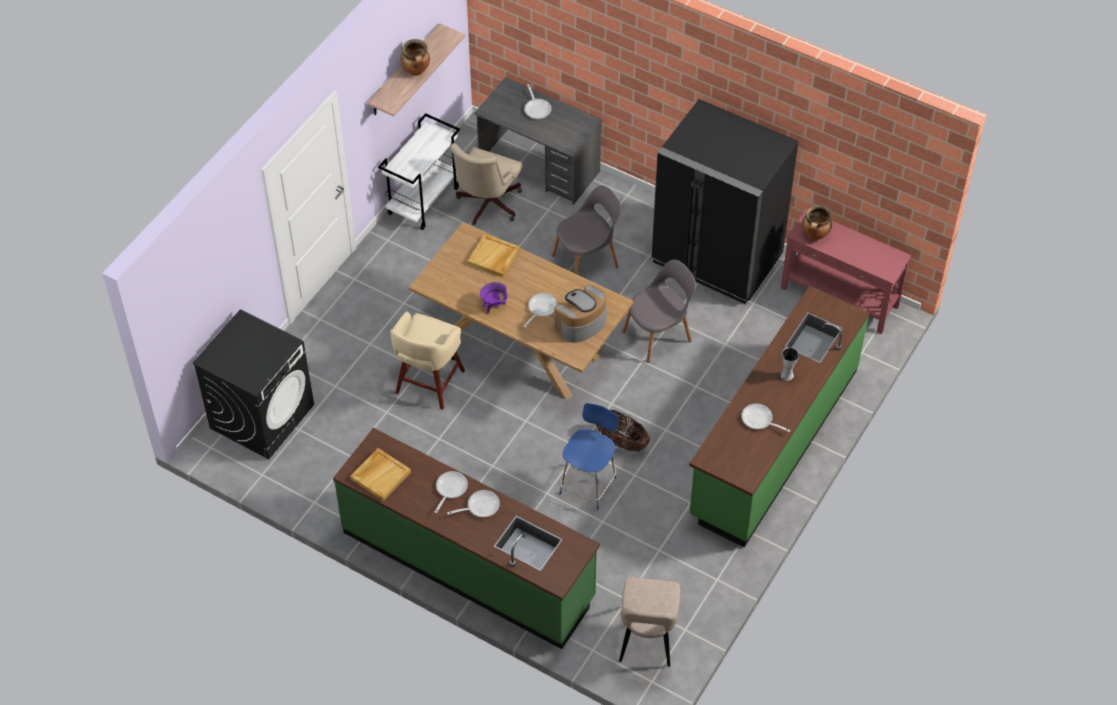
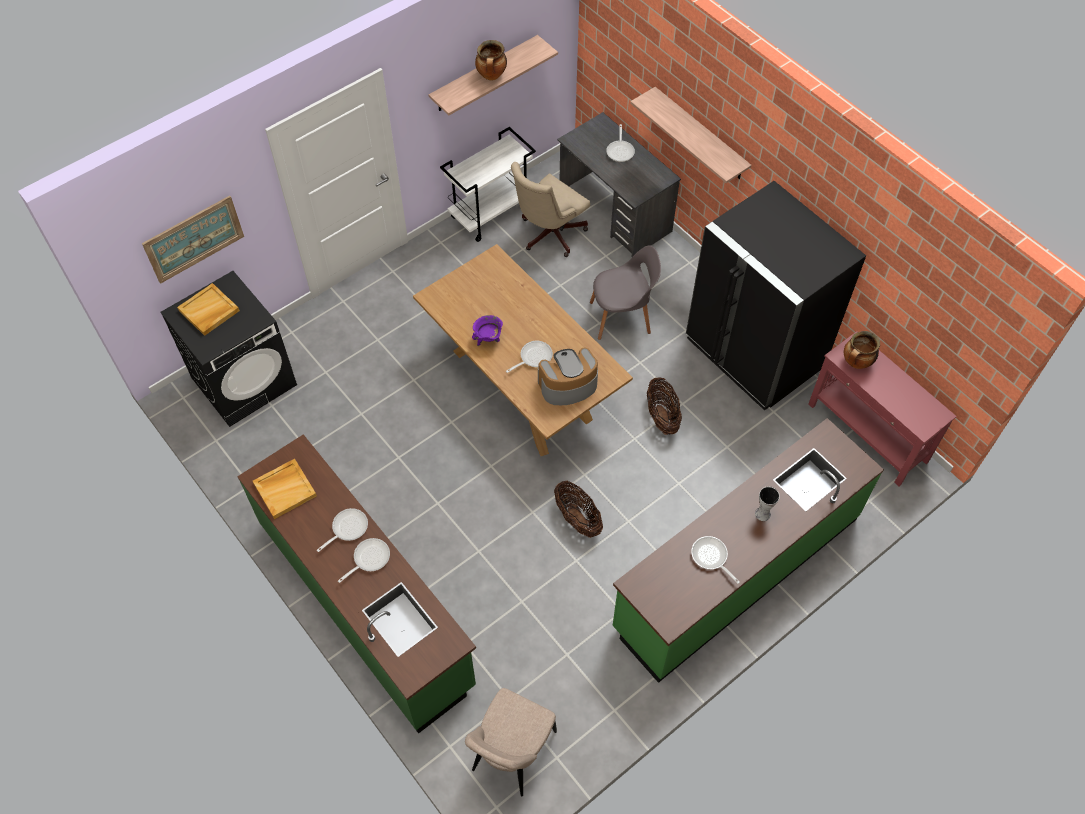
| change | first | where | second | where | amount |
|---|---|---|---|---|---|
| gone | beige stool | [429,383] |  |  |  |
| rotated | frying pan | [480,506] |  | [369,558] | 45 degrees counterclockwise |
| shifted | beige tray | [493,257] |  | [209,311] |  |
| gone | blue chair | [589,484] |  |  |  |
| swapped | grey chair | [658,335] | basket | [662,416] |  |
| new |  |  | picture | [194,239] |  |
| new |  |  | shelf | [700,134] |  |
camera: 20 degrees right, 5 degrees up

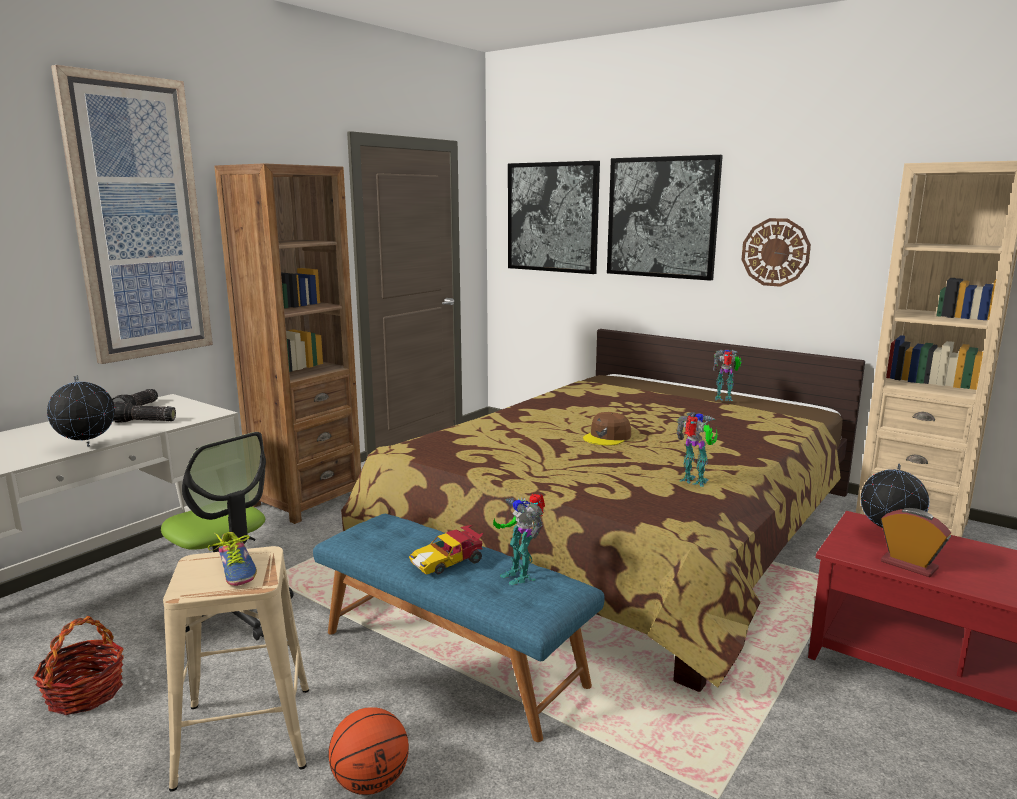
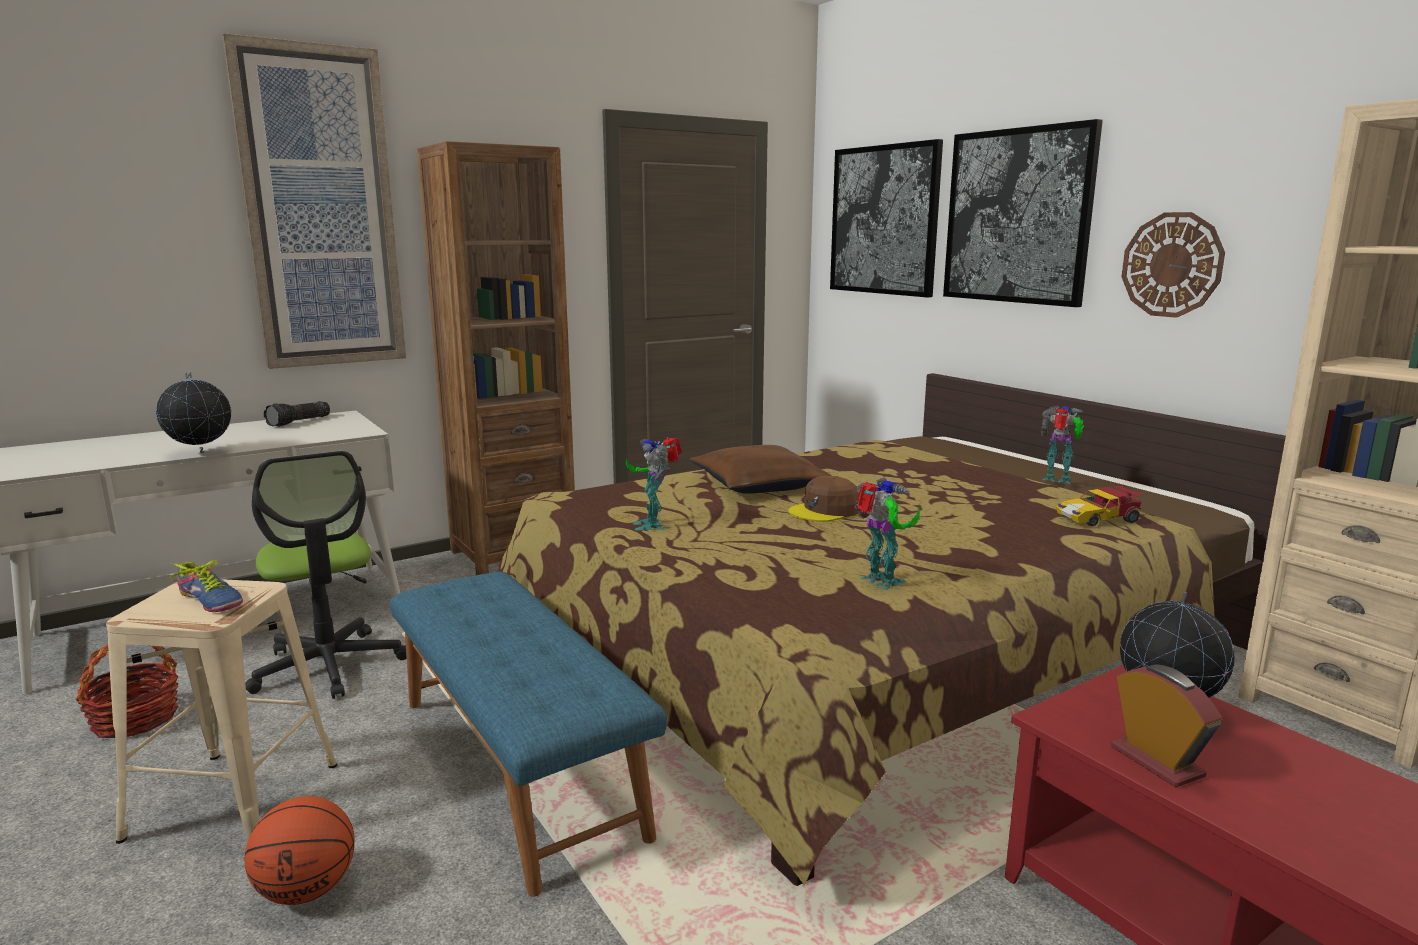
| change | first | where | second | where | amount |
|---|---|---|---|---|---|
| gone | flashlight | [142,422] |  |  |  |
| rotated | shoe | [234,571] |  | [208,602] | 45 degrees counterclockwise |
| shifted | toy car | [448,562] |  | [1099,519] |  |
| shifted | toy robot | [520,574] |  | [653,524] |  |
| new |  |  | brown pillow | [759,485] |  |
camera: 20 degrees right, 0 degrees up

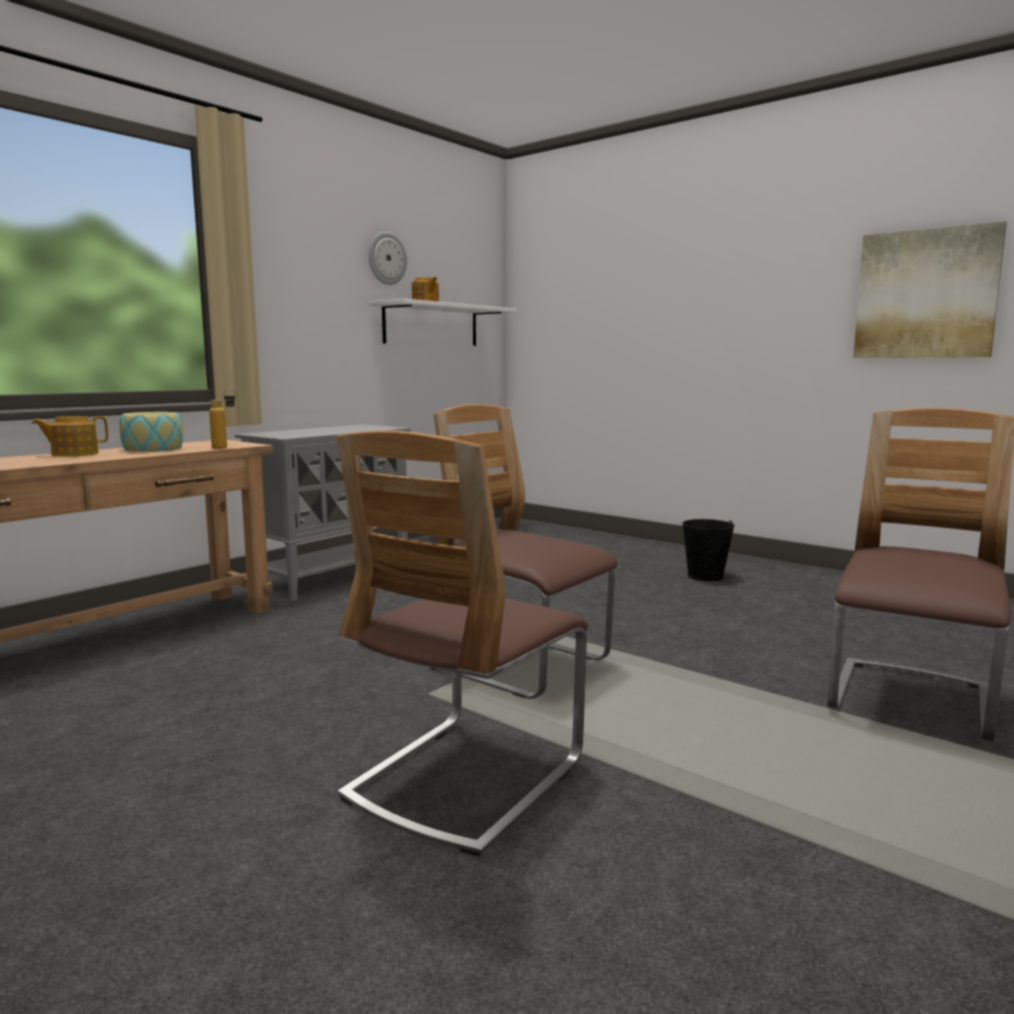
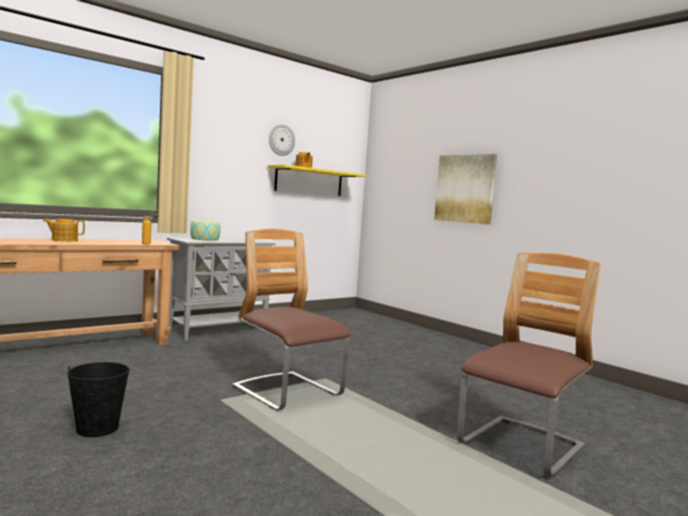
| change | first | where | second | where | amount |
|---|---|---|---|---|---|
| shifted | bowl | [153,449] |  | [205,239] |  |
| gone | chair | [465,779] |  |  |  |
| repainted | white shelf | [431,325] | yellow shelf | [309,181] |  |
| shifted | black bucket | [705,576] |  | [97,428] |  |
| shifted | picture | [926,294] |  | [465,188] |  |
camera: 10 degrees right, 5 degrees down

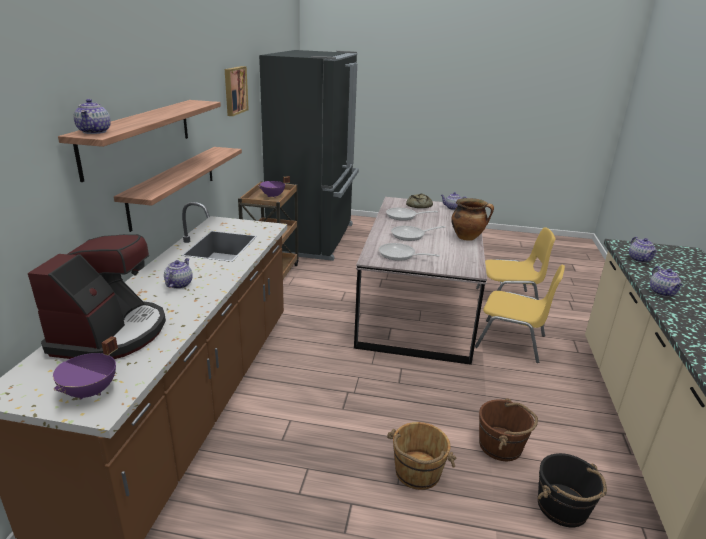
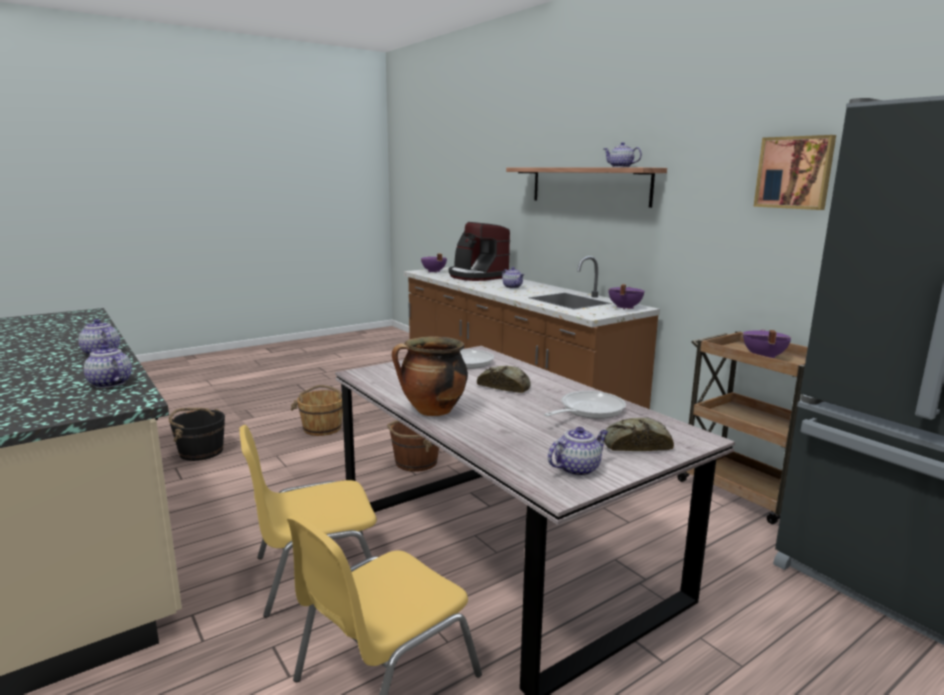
| change | first | where | second | where | amount |
|---|---|---|---|---|---|
| shifted | teapot | [95,131] |  | [621,167] |  |
| gone | shelf | [174,185] |  |  |  |
| swapped | frying pan | [411,235] | bread | [505,386] |  |
| shifted | brown bucket | [501,446] |  | [415,462] |  |
| new |  |  | purple cooking pot | [624,308] |  |
camera: 135 degrees right, 10 degrees down

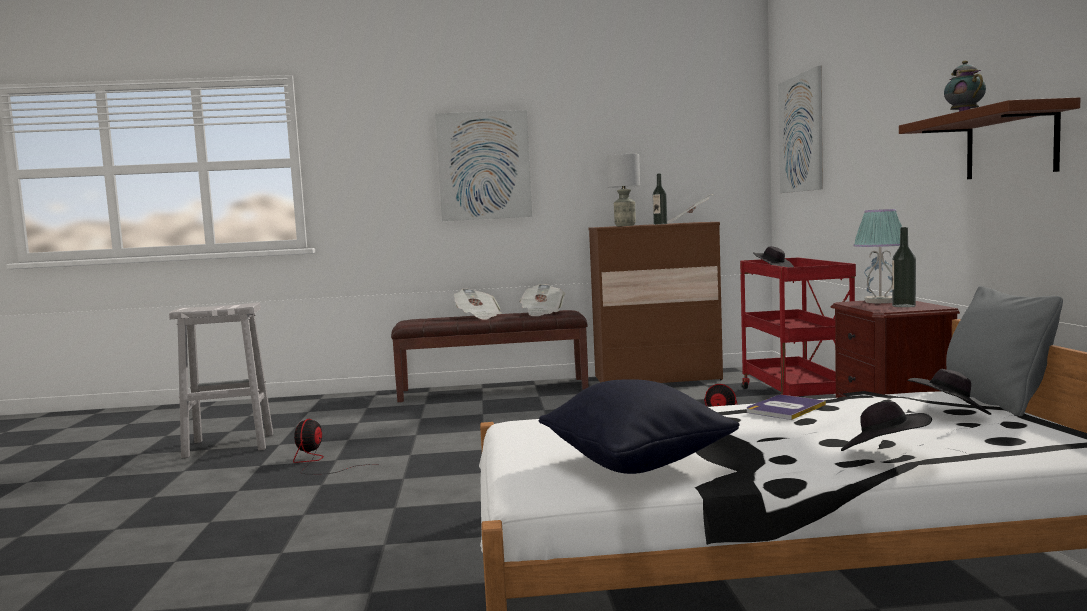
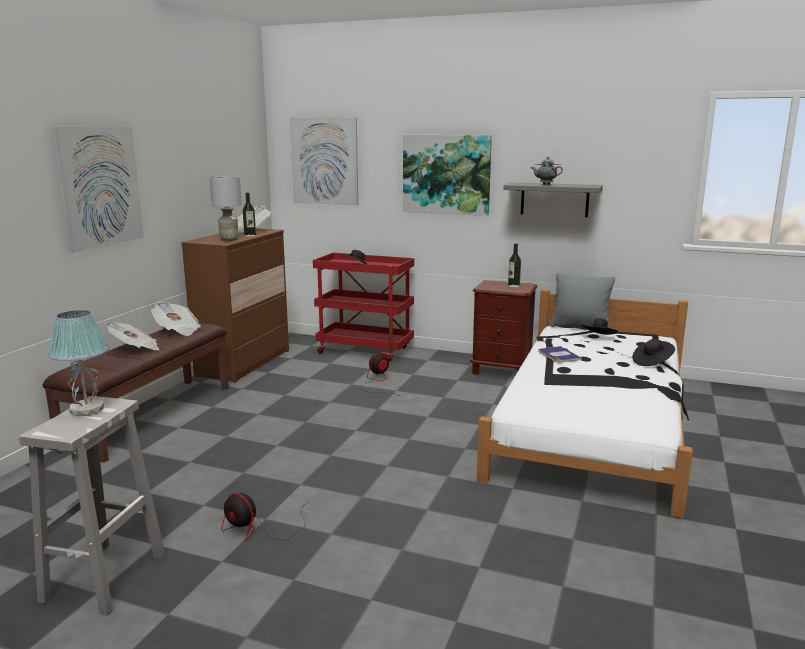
| change | first | where | second | where | amount |
|---|---|---|---|---|---|
| gone | black pillow | [636,464] |  |  |  |
| shifted | table lamp | [880,301] |  | [87,409] |  |
| repainted | brown shelf | [1010,143] | grey shelf | [554,199] |  |
| new |  |  | picture | [446,174] |  |
camera: 65 degrees left, 10 degrees up

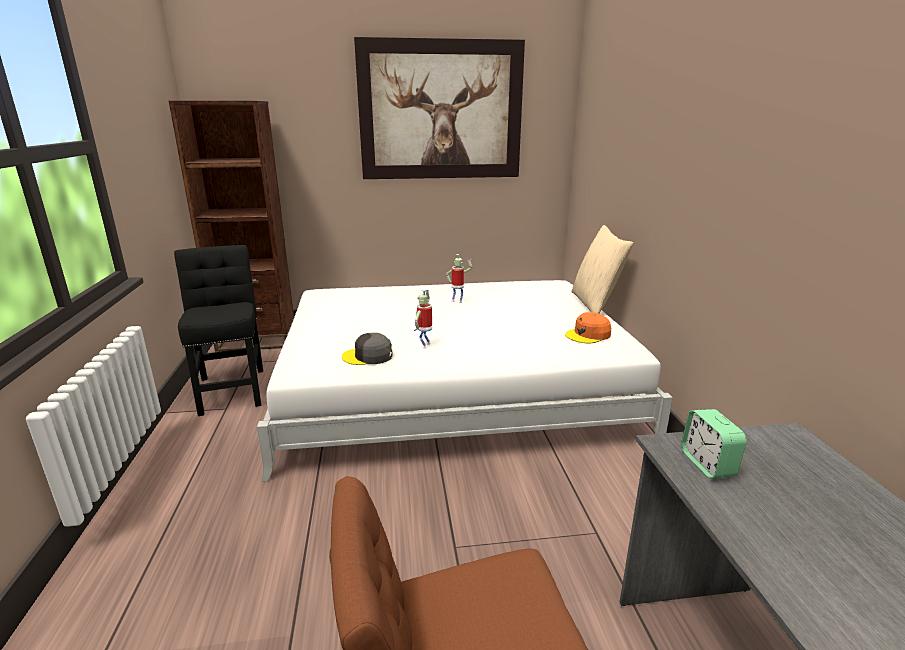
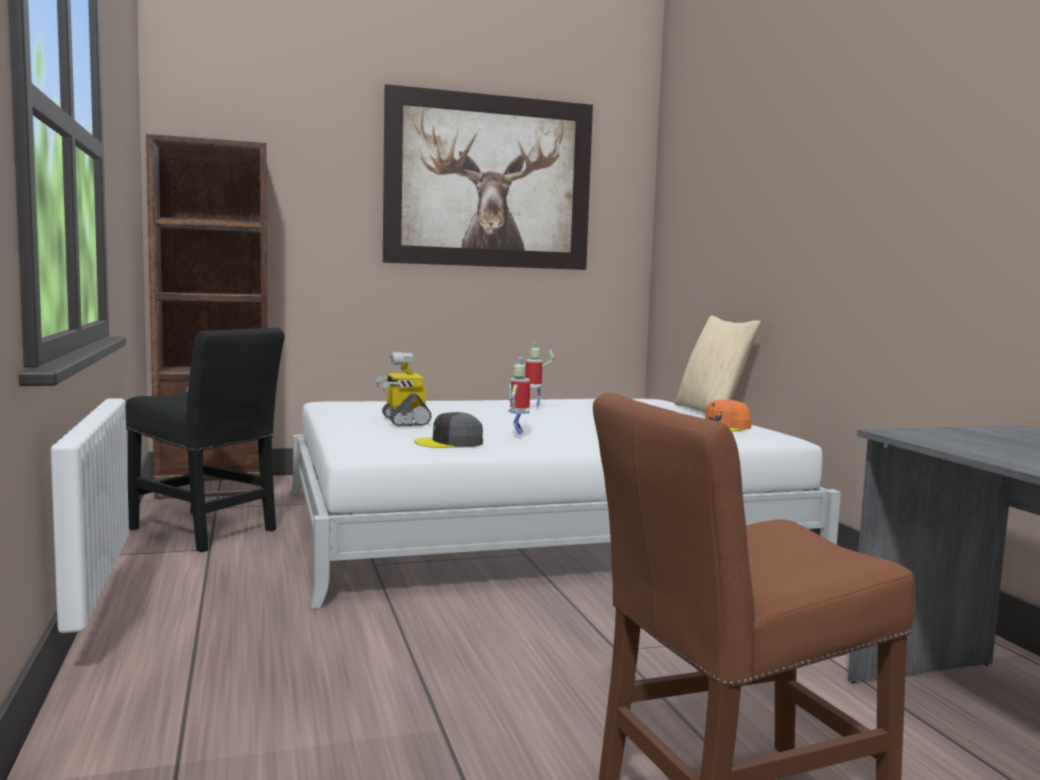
| change | first | where | second | where | amount |
|---|---|---|---|---|---|
| rotated | black chair | [232,389] |  | [206,531] | 150 degrees clockwise |
| gone | alarm clock | [707,464] |  |  |  |
| new |  |  | toy robot | [404,421] |  |
camera: 10 degrees left, 15 degrees down

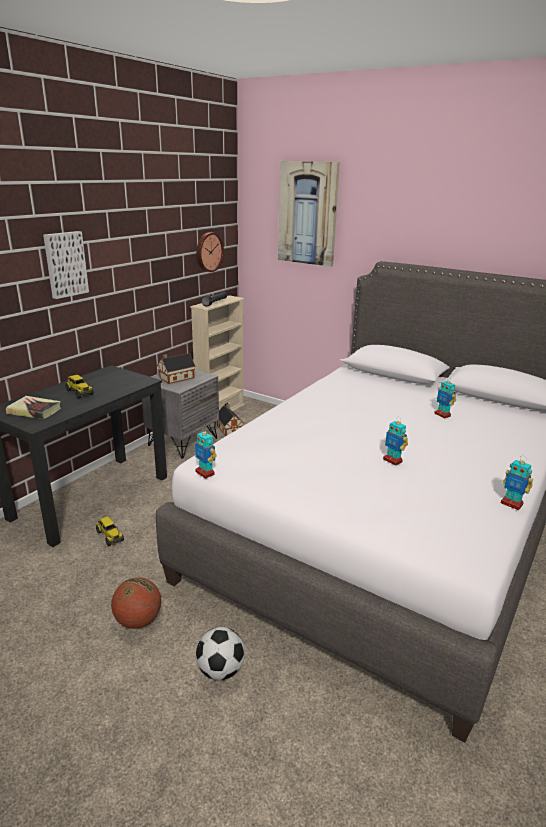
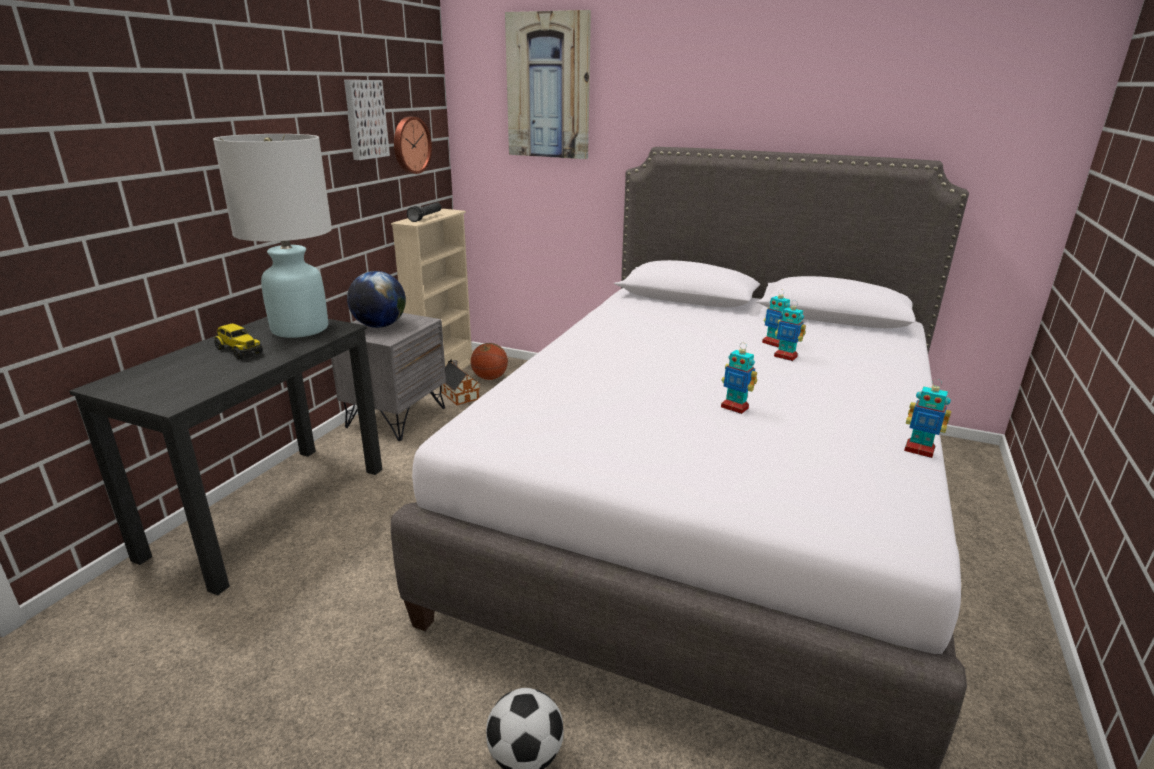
| change | first | where | second | where | amount |
|---|---|---|---|---|---|
| gone | book | [34,411] |  |  |  |
| shifted | picture | [65,264] |  | [365,119] |  |
| gone | toy truck | [110,536] |  |  |  |
| shifted | basketball | [138,620] |  | [490,378] |  |
| swapped | toy house | [175,378] | globe | [379,326] |  |
| shifted | toy robot | [205,473] |  | [785,356] |  |
| new |  |  | white table lamp | [299,329] |  |
camera: 10 degrees left, 0 degrees up

